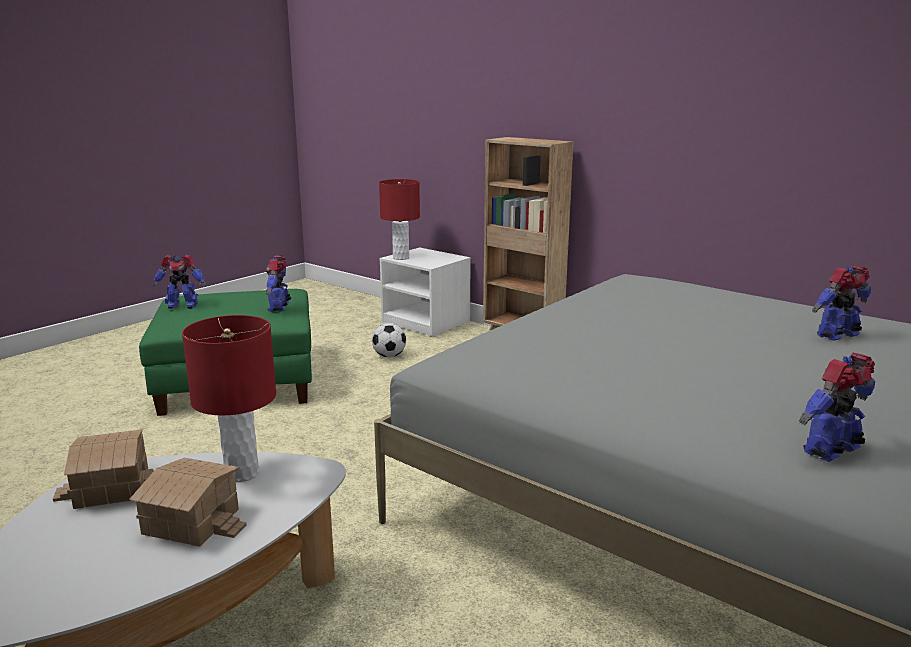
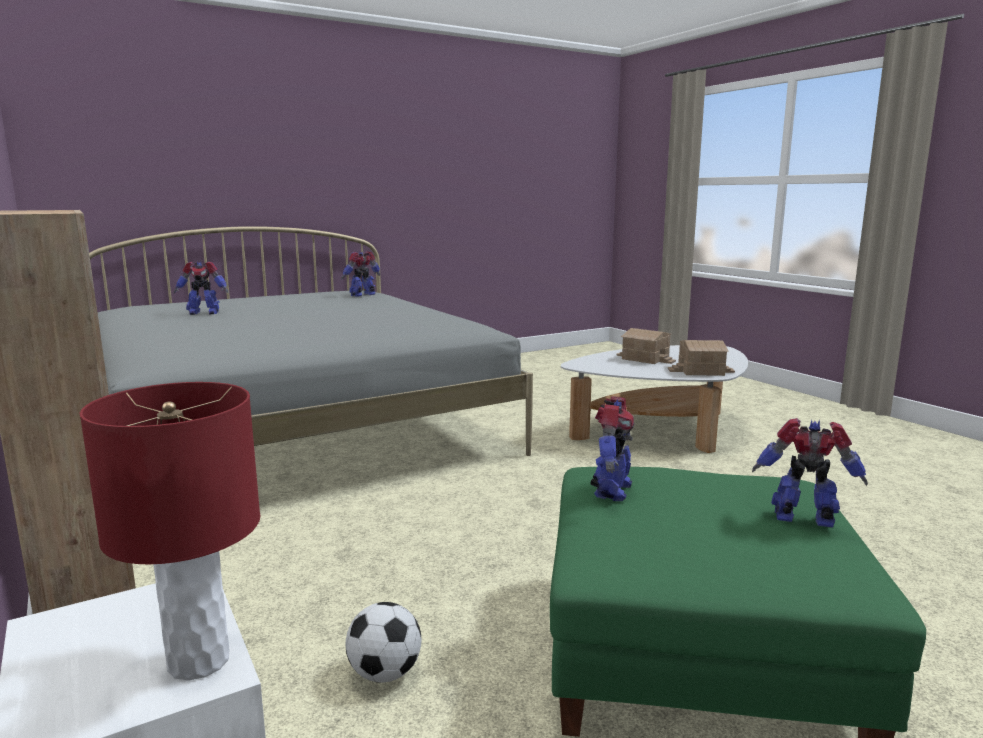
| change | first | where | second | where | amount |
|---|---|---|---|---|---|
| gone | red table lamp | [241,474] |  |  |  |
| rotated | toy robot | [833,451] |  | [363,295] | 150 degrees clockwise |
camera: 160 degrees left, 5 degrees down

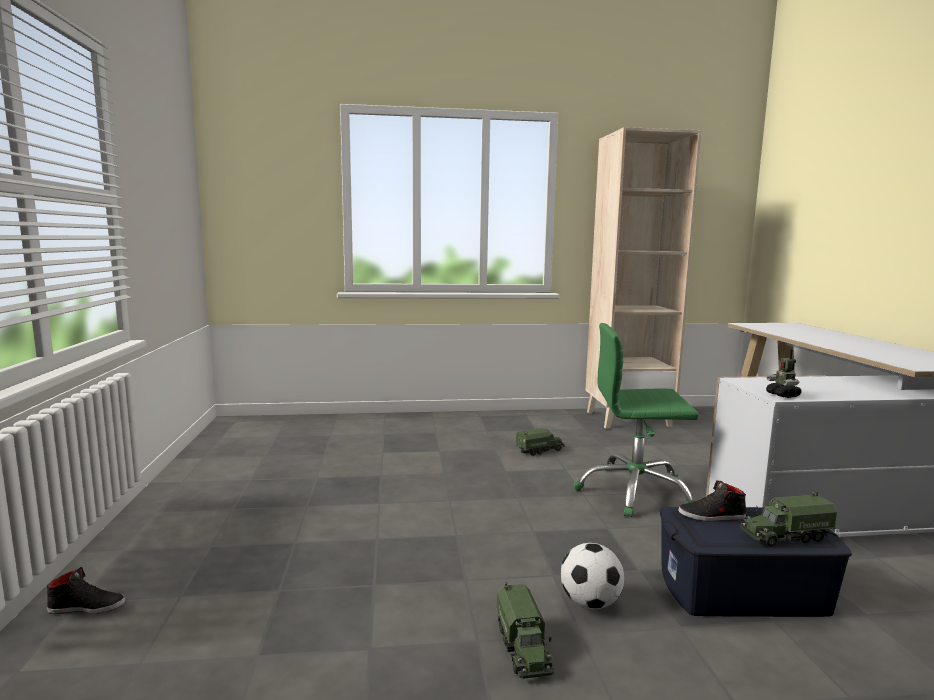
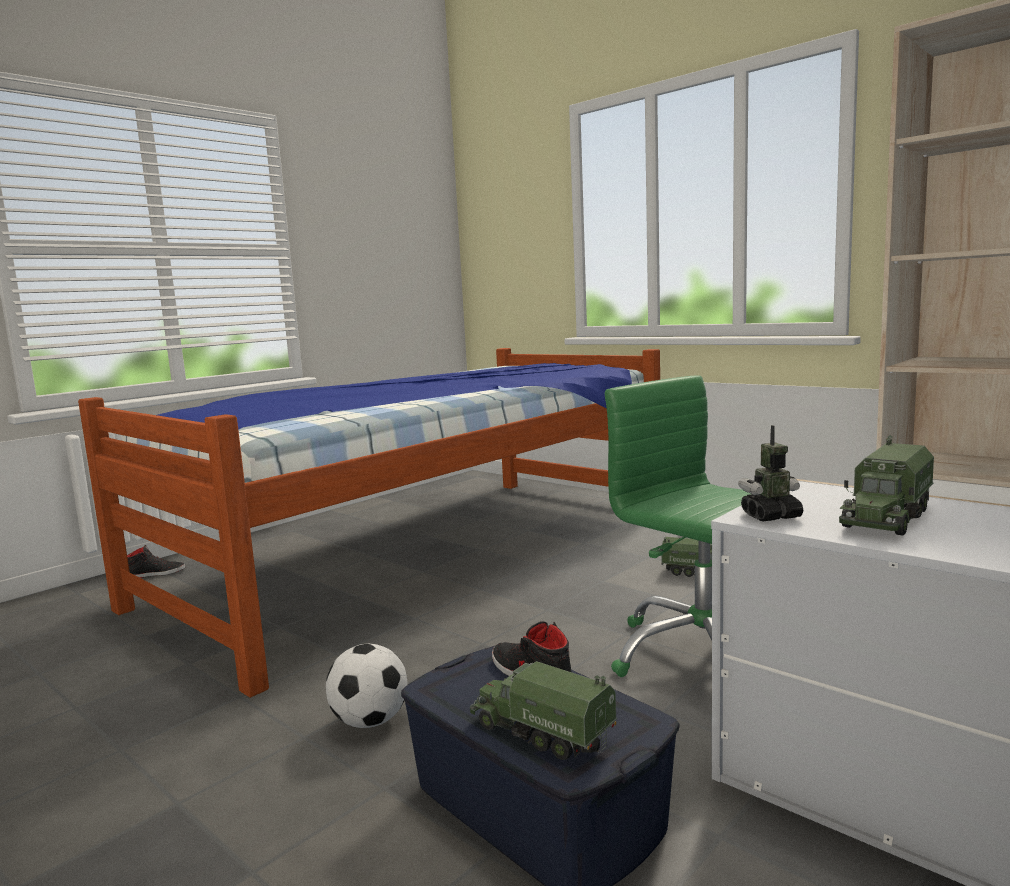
| change | first | where | second | where | amount |
|---|---|---|---|---|---|
| rotated | black shoe | [87,607] |  | [155,574] | 60 degrees counterclockwise |
| shifted | toy truck | [523,648] |  | [886,518] |  |
| rotated | toy robot | [783,395] |  | [771,516] | 45 degrees clockwise |
| new |  |  | bed | [423,554] |  |
camera: 50 degrees right, 0 degrees up

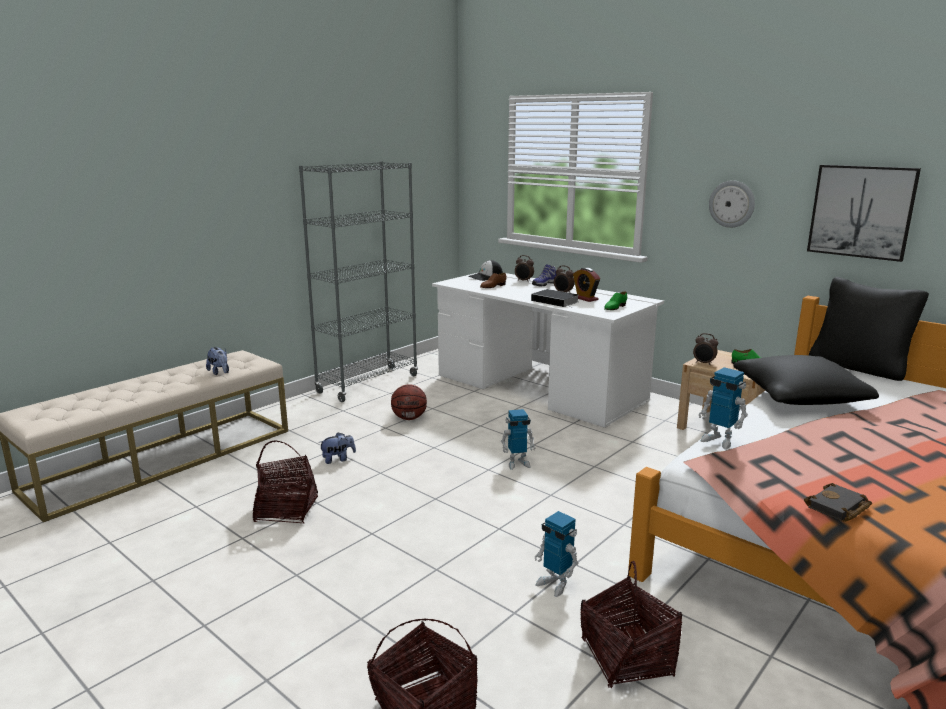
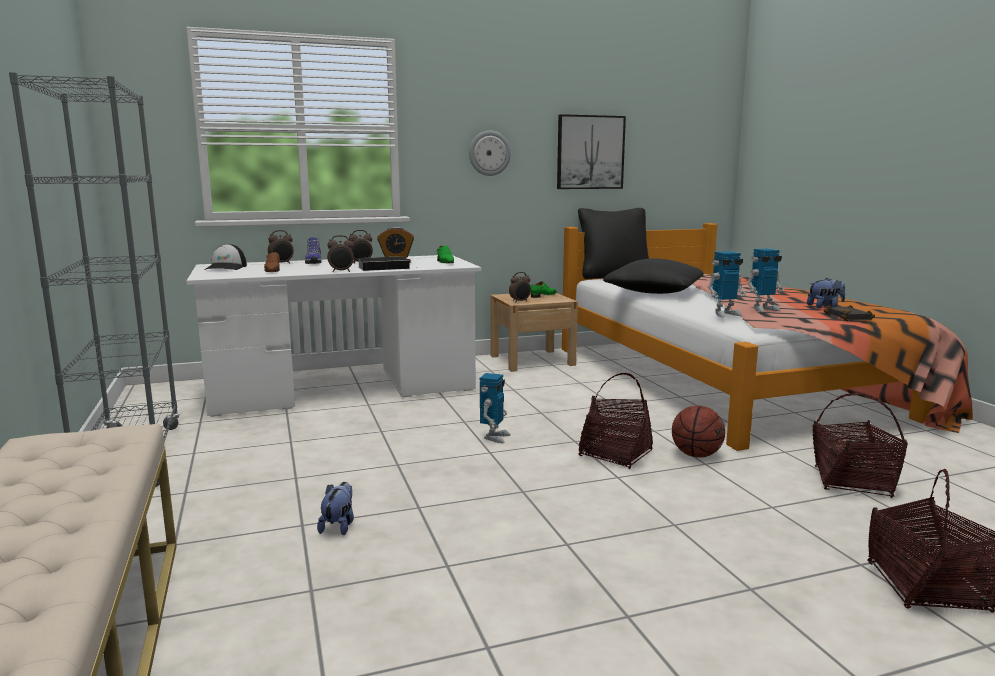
| change | first | where | second | where | amount |
|---|---|---|---|---|---|
| shifted | plush toy | [219,372] |  | [825,307] |  |
| shifted | basket | [286,509] |  | [615,454] |  |
| shifted | basketball | [409,418] |  | [696,455] |  |
| shifted | toy robot | [555,584] |  | [763,309] |  |
| new |  |  | alarm clock | [341,271] |  |
camera: 60 degrees left, 5 degrees down

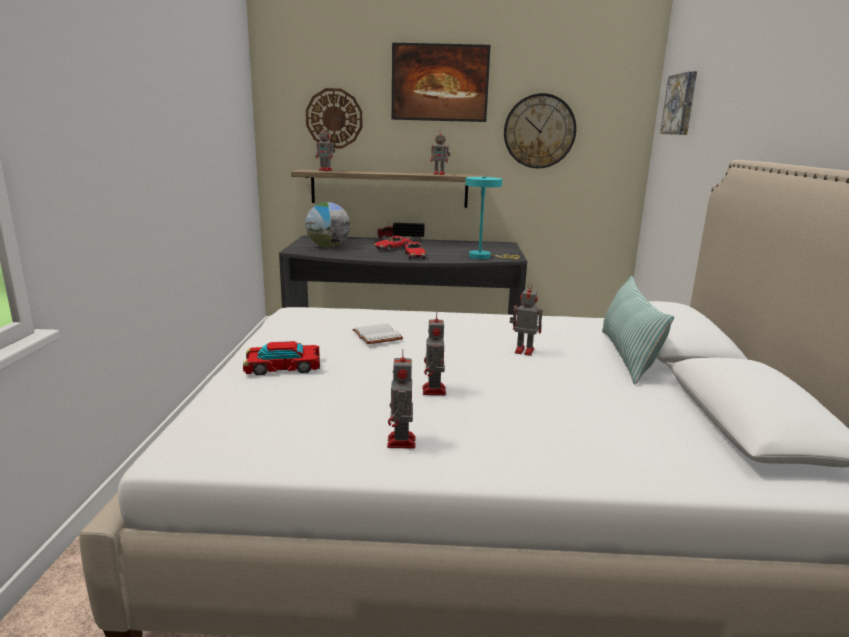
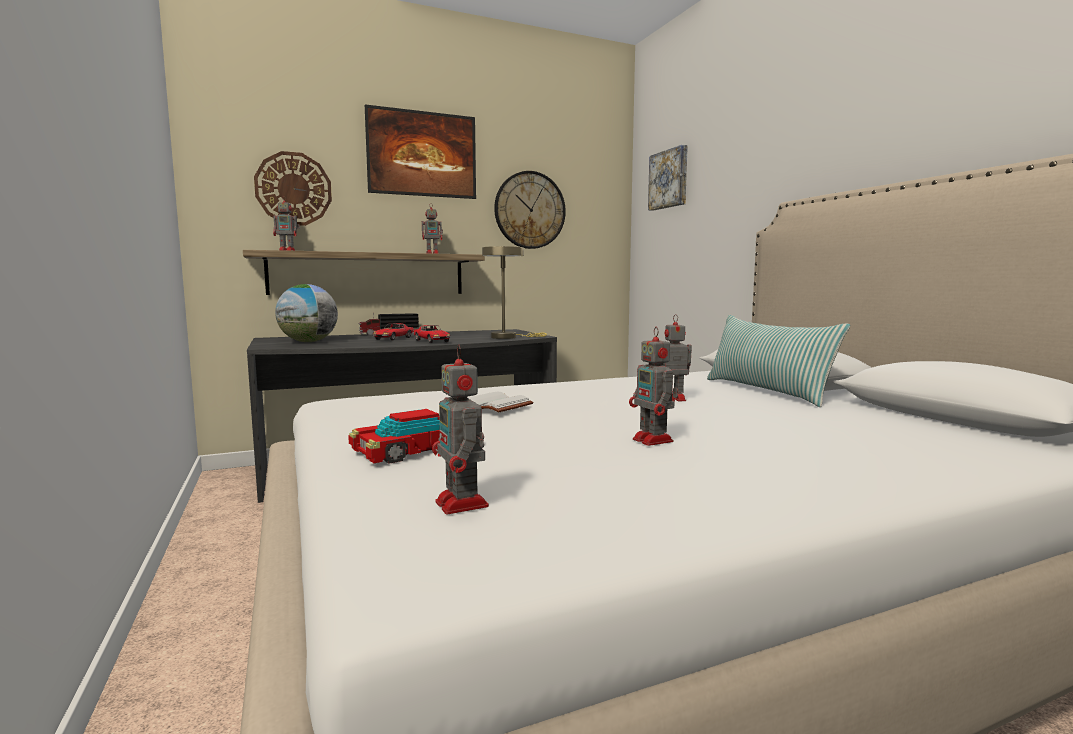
| change | first | where | second | where | amount |
|---|---|---|---|---|---|
| shifted | toy robot | [401,443] |  | [462,505] |  |
| repainted | turquoise table lamp | [484,257] | beige table lamp | [508,337] |  |
camera: 25 degrees left, 10 degrees down

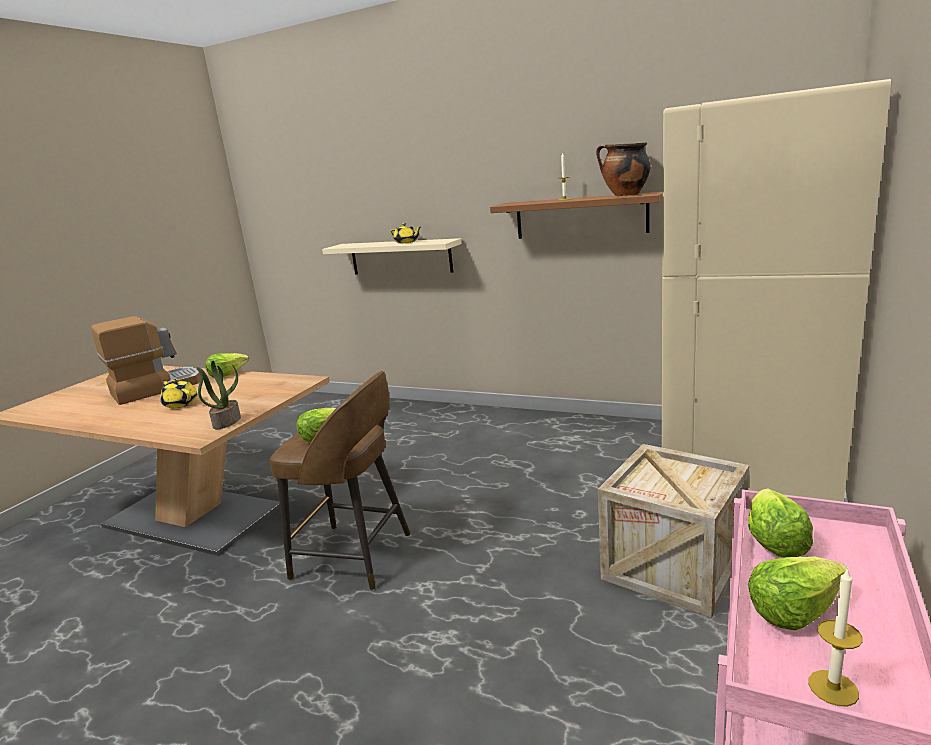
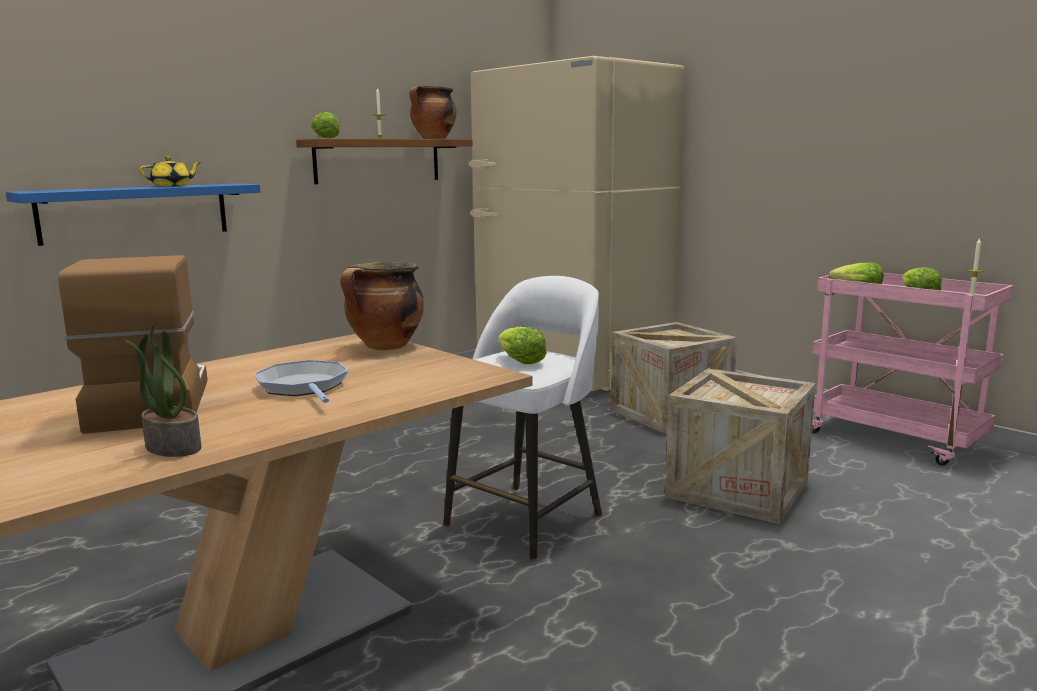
| change | first | where | second | where | amount |
|---|---|---|---|---|---|
| swapped | yellow teapot | [180,404] | frying pan | [304,387] |  |
| shifted | potted plant | [226,422] |  | [171,447] |  |
| shifted | lettuce | [227,374] |  | [325,138] |  |
| repainted | brown stool | [355,556] | white stool | [527,518] |  |
| repainted | beige shelf | [400,257] | blue shelf | [136,212] |  |
| new |  |  | cooking pot | [385,347] |  |
| new |  |  | crate | [738,489] |  |
camera: 70 degrees left, 5 degrees down

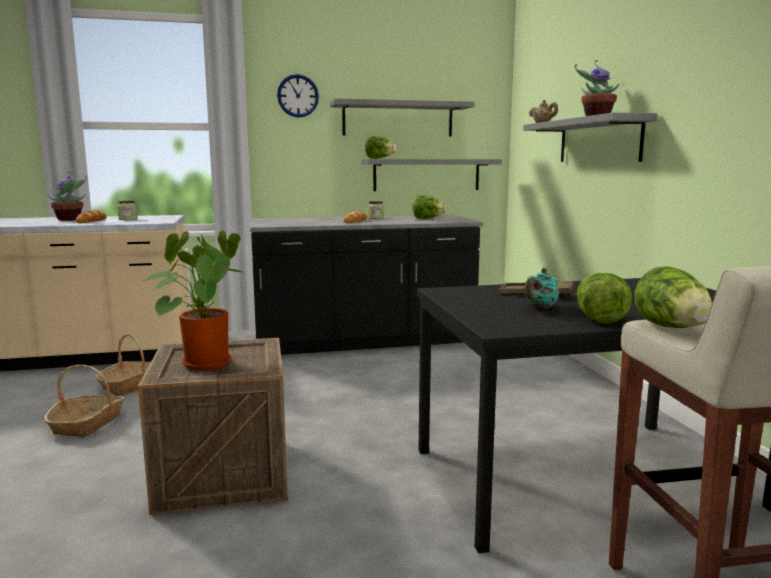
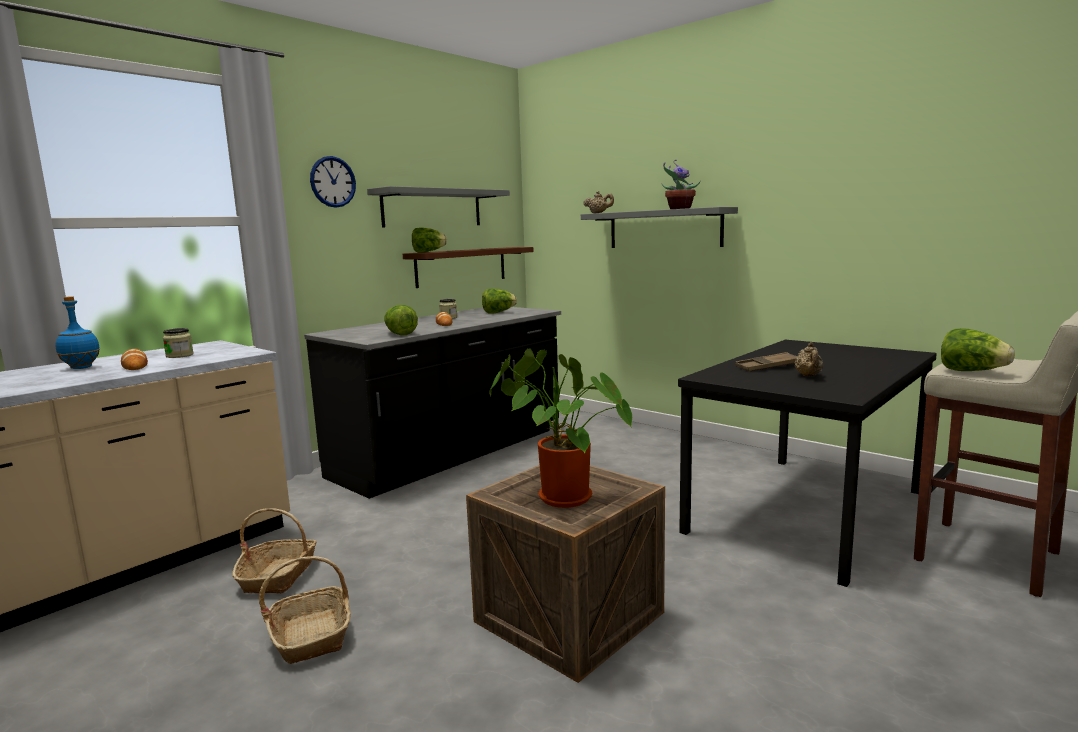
| change | first | where | second | where | amount |
|---|---|---|---|---|---|
| swapped | potted plant | [70,219] | blue bottle | [82,368] |  |
| repainted | grey shelf | [426,175] | brown shelf | [461,266] |  |
| repainted | turquoise teapot | [541,307] | beige teapot | [808,376] |  |
| shifted | lettuce | [598,318] |  | [399,334] |  |
camera: 35 degrees left, 0 degrees up

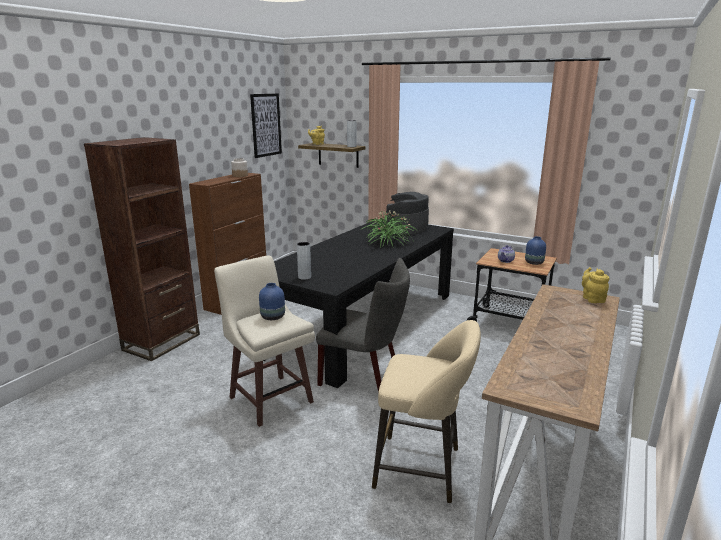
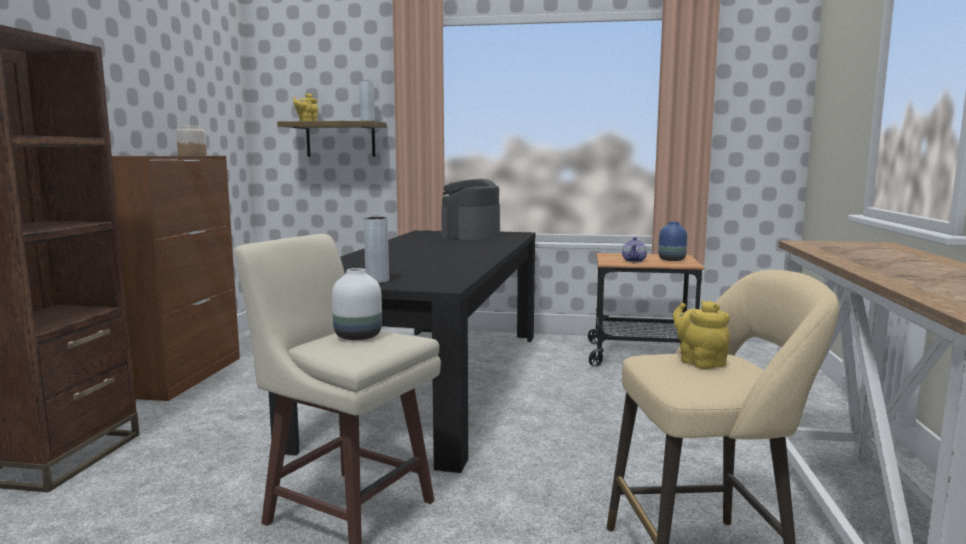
| change | first | where | second | where | amount |
|---|---|---|---|---|---|
| gone | picture | [266,125] |  |  |  |
| repainted | blue vase | [272,317] | white vase | [357,337] |  |
| gone | grey chair | [365,377] |  |  |  |
| gone | potted plant | [388,242] |  |  |  |
| shifted | yellow teapot | [592,299] |  | [699,362] |  |
camera: 20 degrees left, 10 degrees down

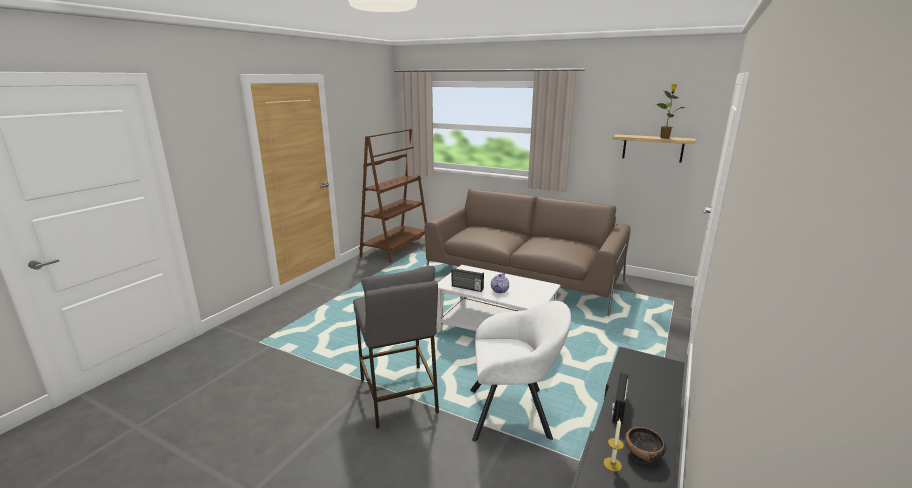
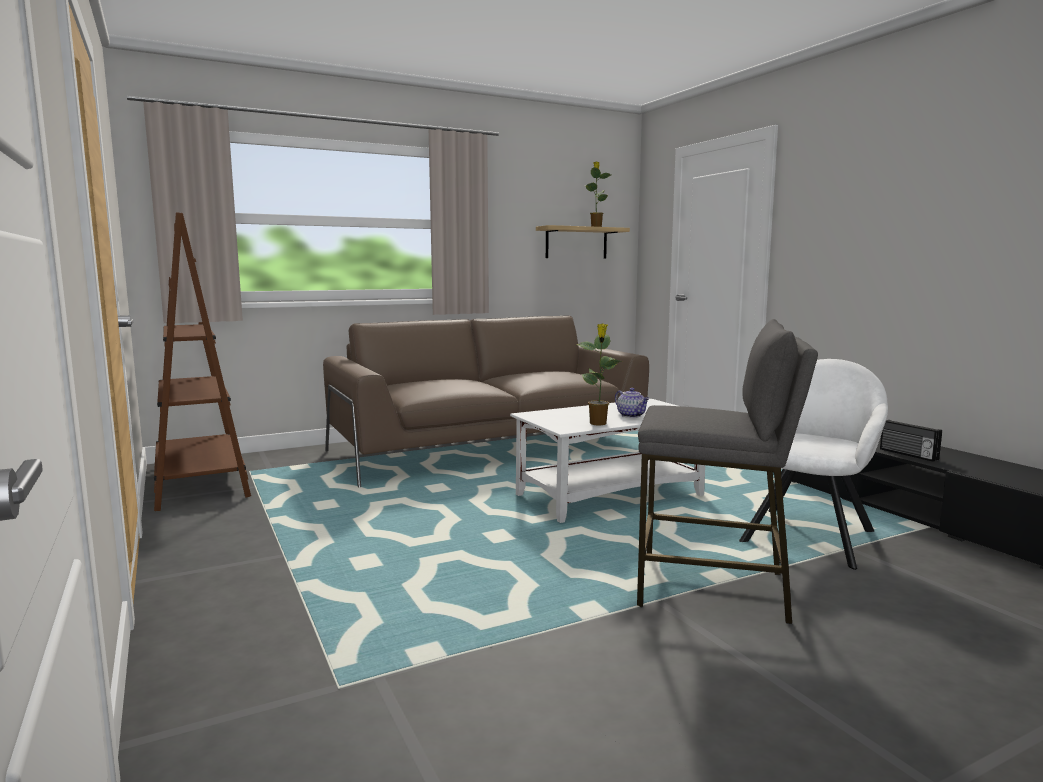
| change | first | where | second | where | amount |
|---|---|---|---|---|---|
| swapped | radio | [467,288] | potted plant | [598,423] |  |
| gone | candle | [612,464] |  |  |  |
| gone | bowl | [643,454] |  |  |  |
camera: 55 degrees left, 10 degrees down

